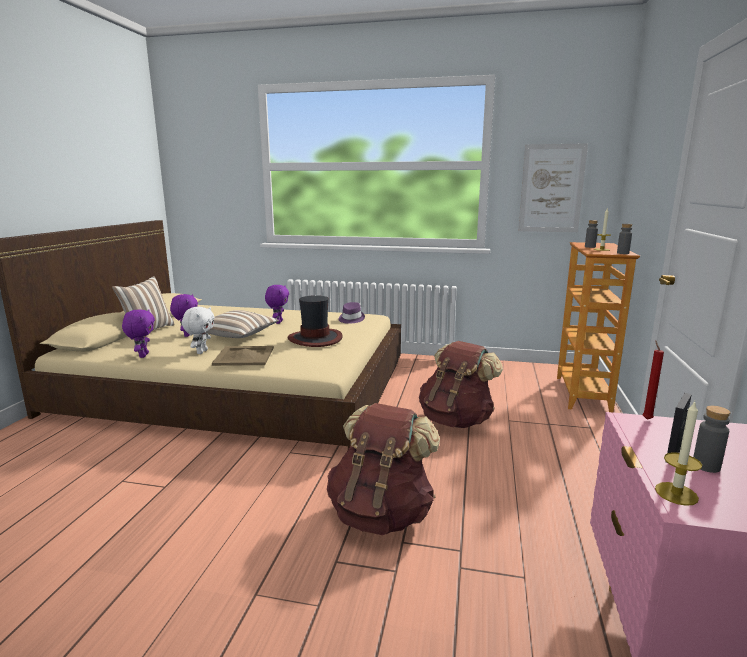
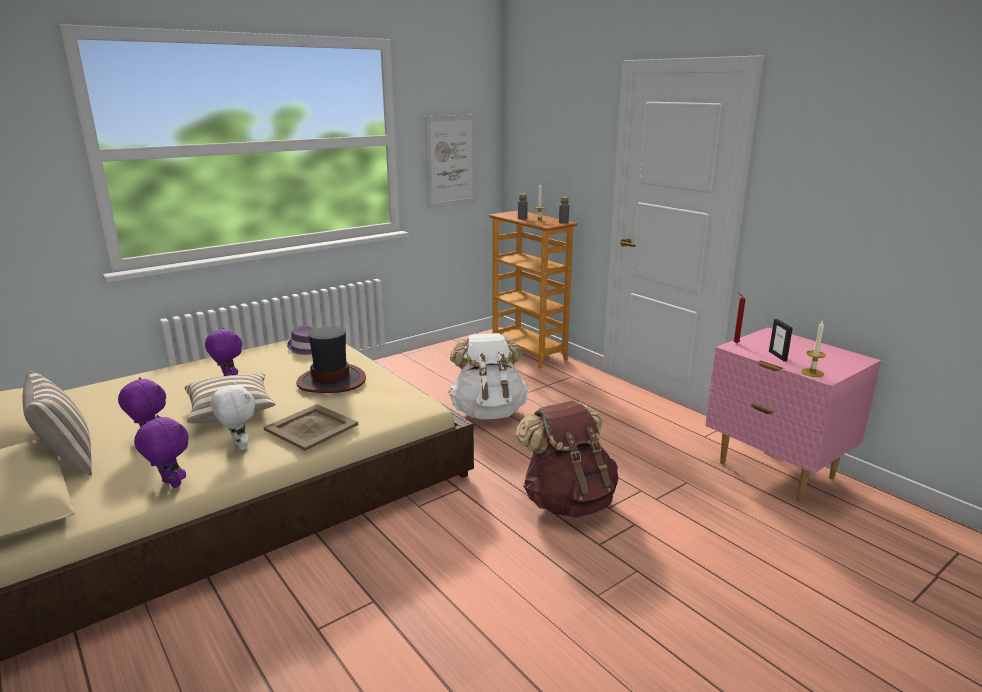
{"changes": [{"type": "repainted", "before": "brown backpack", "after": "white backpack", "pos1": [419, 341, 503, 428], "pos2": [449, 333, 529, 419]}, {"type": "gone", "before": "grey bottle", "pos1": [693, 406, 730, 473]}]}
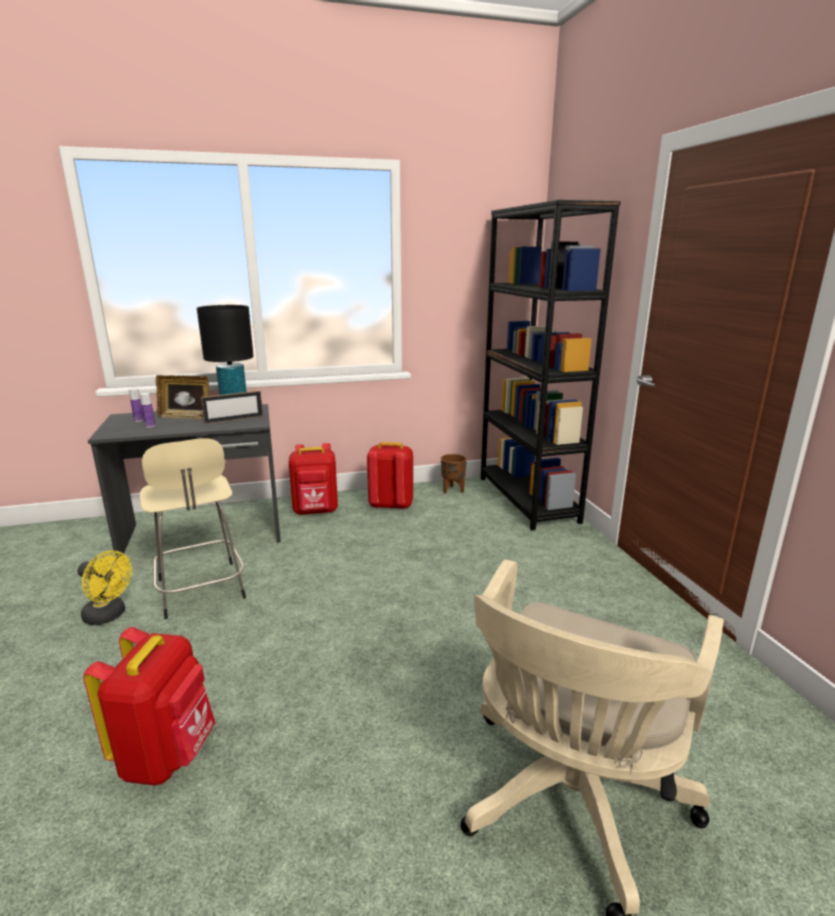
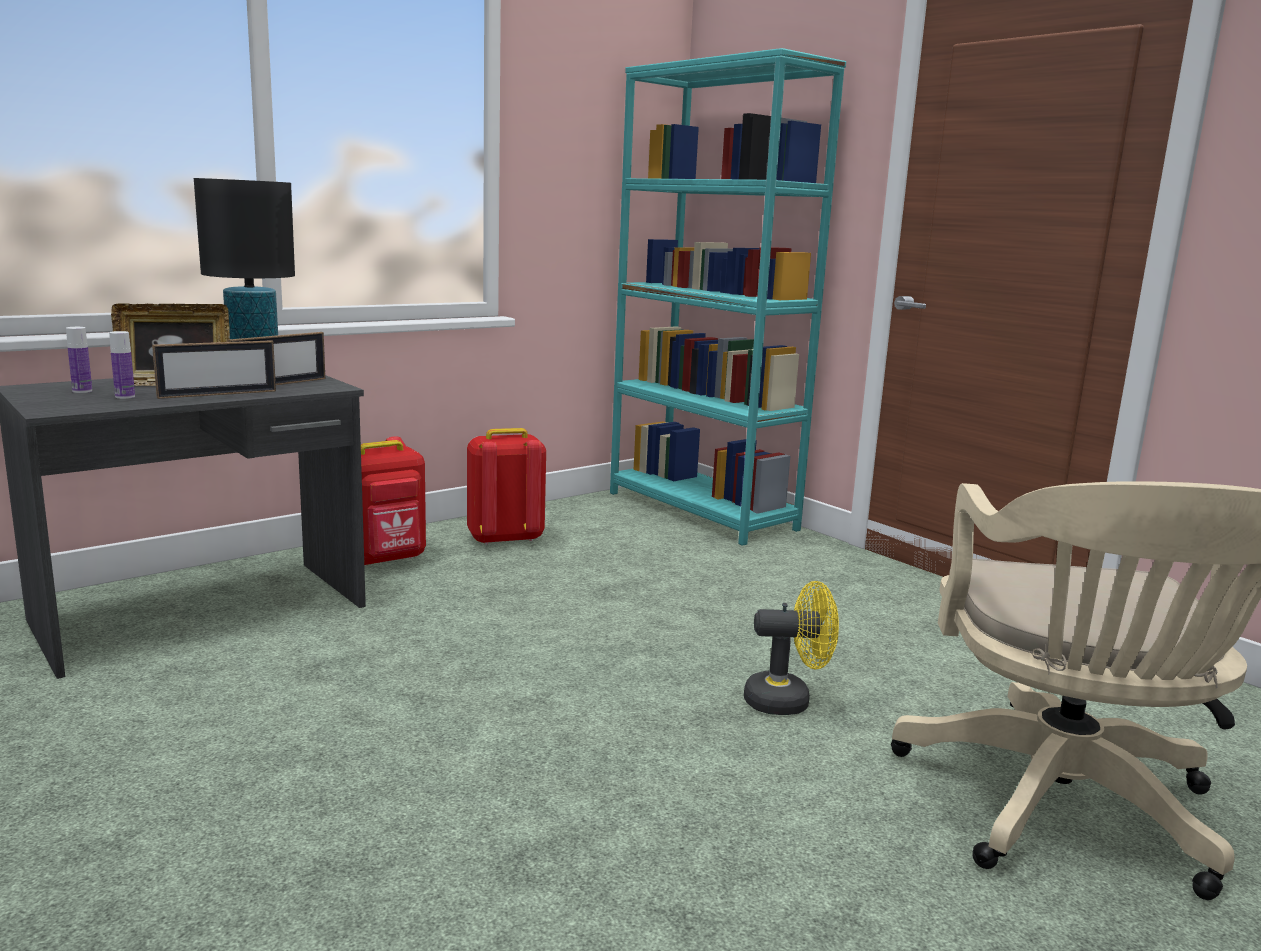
{"changes": [{"type": "shifted", "before": "yellow fan", "pos1": [78, 551, 132, 625], "pos2": [744, 581, 839, 715]}, {"type": "gone", "before": "red backpack", "pos1": [83, 627, 215, 786]}, {"type": "gone", "before": "beige stool", "pos1": [140, 438, 246, 619]}, {"type": "gone", "before": "brown planter", "pos1": [441, 454, 467, 494]}, {"type": "repainted", "before": "black bookcase", "after": "turquoise bookcase", "pos1": [481, 200, 621, 531], "pos2": [610, 48, 846, 546]}, {"type": "new", "after": "picture frame", "pos2": [152, 340, 276, 399]}]}
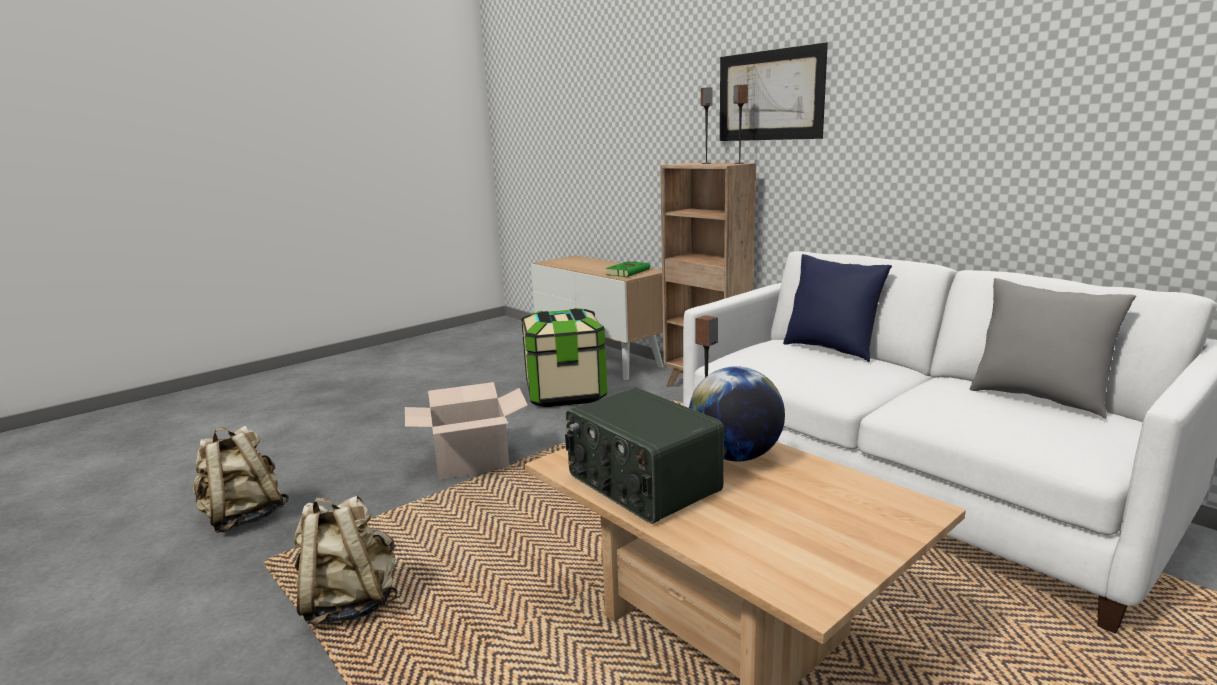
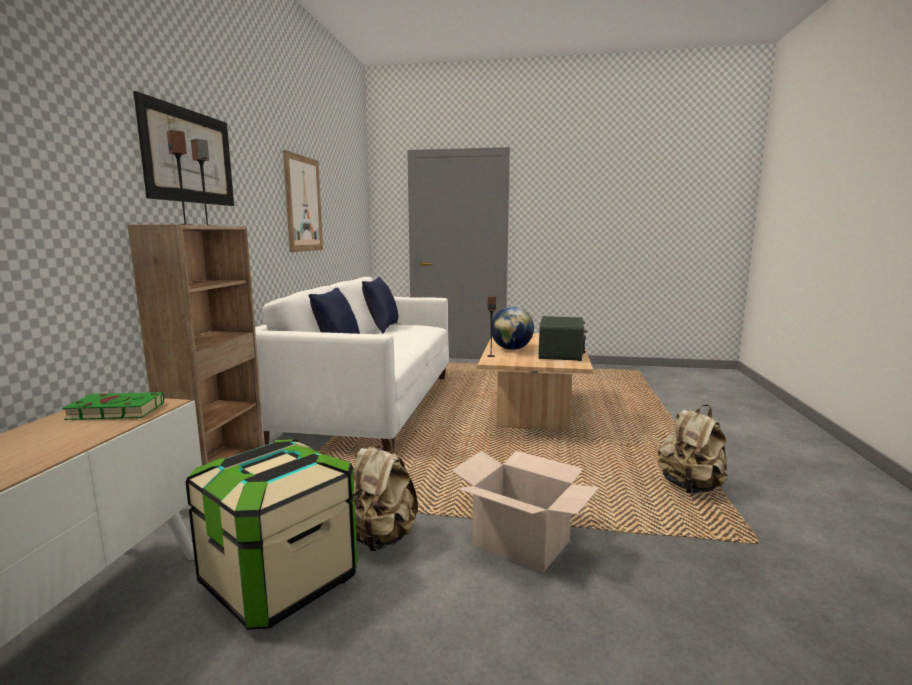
{"changes": [{"type": "shifted", "before": "beige backpack", "pos1": [193, 425, 289, 533], "pos2": [353, 438, 418, 551]}, {"type": "repainted", "before": "grey pillow", "after": "blue pillow", "pos1": [970, 278, 1136, 419], "pos2": [362, 277, 398, 334]}, {"type": "new", "after": "picture", "pos2": [283, 150, 323, 252]}]}
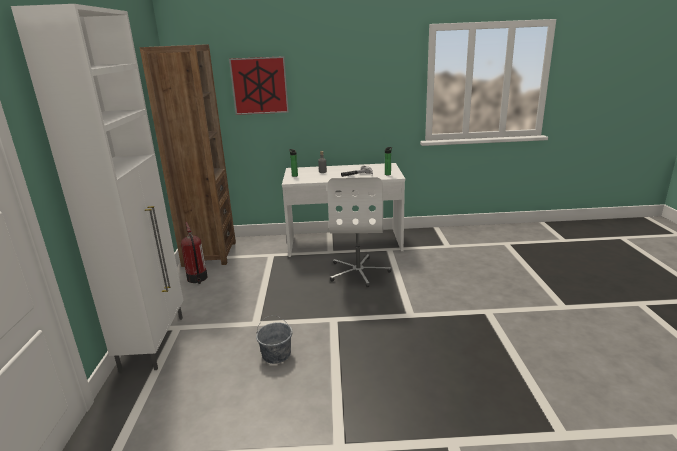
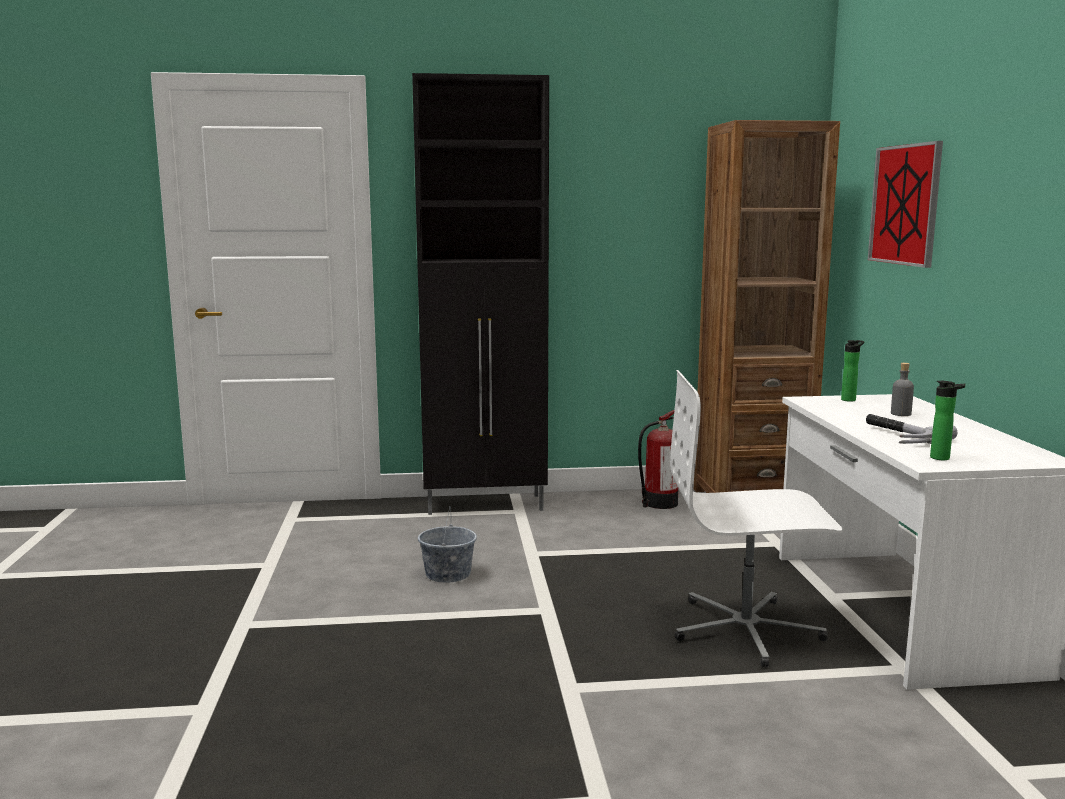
{"changes": [{"type": "repainted", "before": "white cabinet", "after": "black cabinet", "pos1": [11, 4, 183, 372], "pos2": [412, 73, 549, 515]}]}
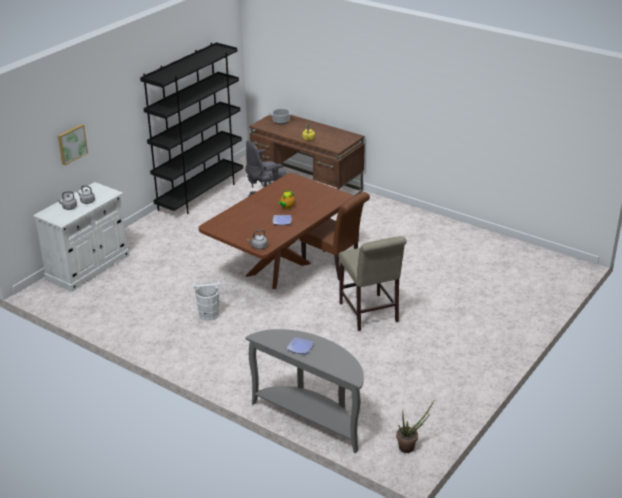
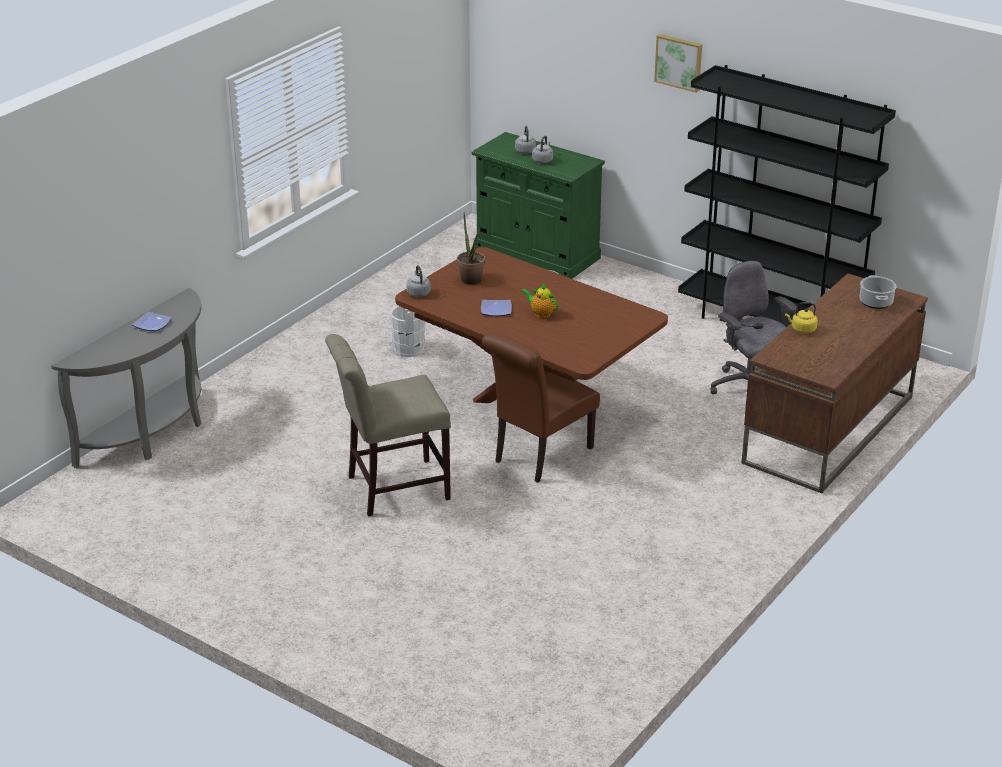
{"changes": [{"type": "repainted", "before": "white cabinet", "after": "green cabinet", "pos1": [33, 182, 129, 292], "pos2": [472, 132, 605, 279]}, {"type": "shifted", "before": "picture", "pos1": [58, 124, 88, 165], "pos2": [654, 34, 702, 93]}, {"type": "shifted", "before": "potted plant", "pos1": [396, 401, 434, 453], "pos2": [457, 214, 485, 285]}]}
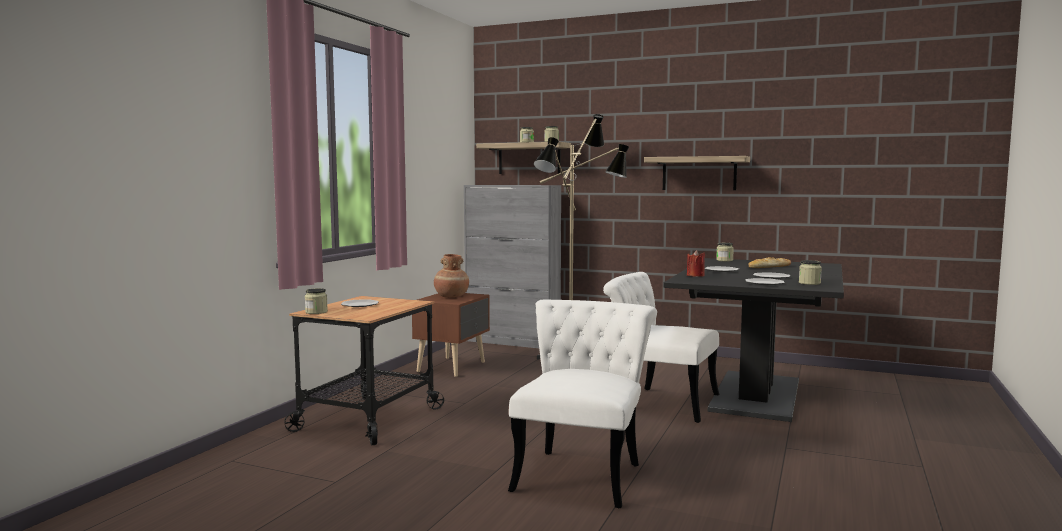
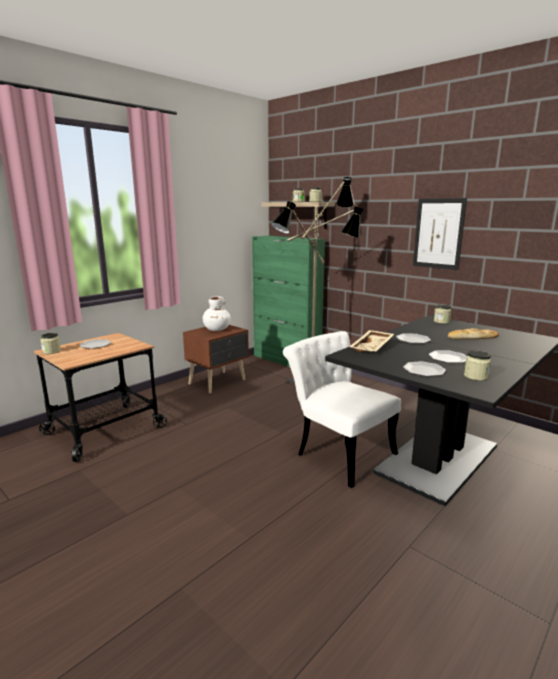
{"changes": [{"type": "repainted", "before": "brown vase", "after": "white vase", "pos1": [434, 254, 469, 298], "pos2": [203, 296, 231, 331]}, {"type": "repainted", "before": "grey cabinet", "after": "green cabinet", "pos1": [464, 185, 561, 348], "pos2": [252, 236, 325, 367]}, {"type": "gone", "before": "white chair", "pos1": [508, 299, 657, 508]}, {"type": "swapped", "before": "shelf", "after": "picture", "pos1": [644, 156, 750, 190], "pos2": [413, 198, 467, 270]}, {"type": "swapped", "before": "red candle", "after": "beige tray", "pos1": [687, 250, 705, 277], "pos2": [350, 330, 394, 352]}]}
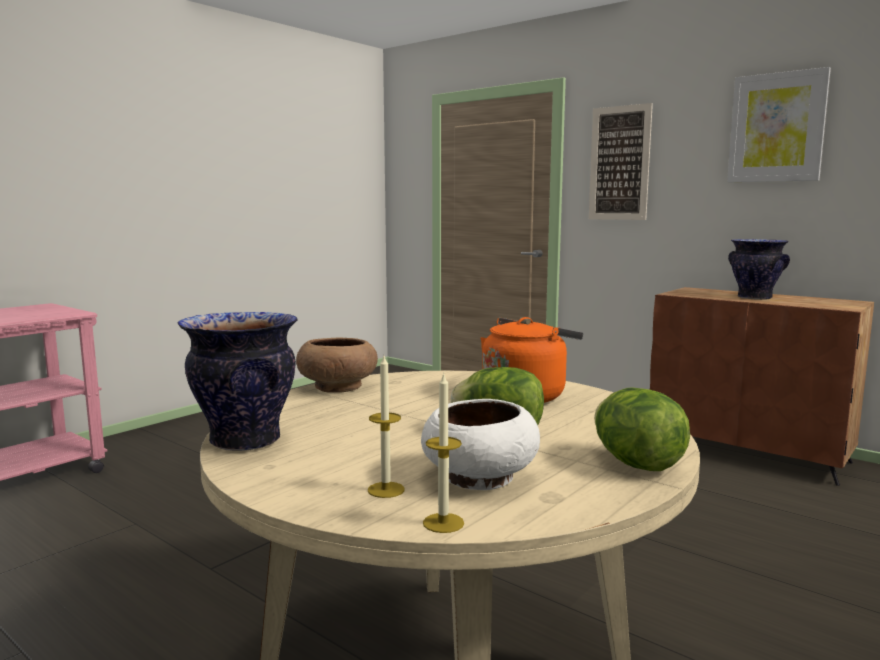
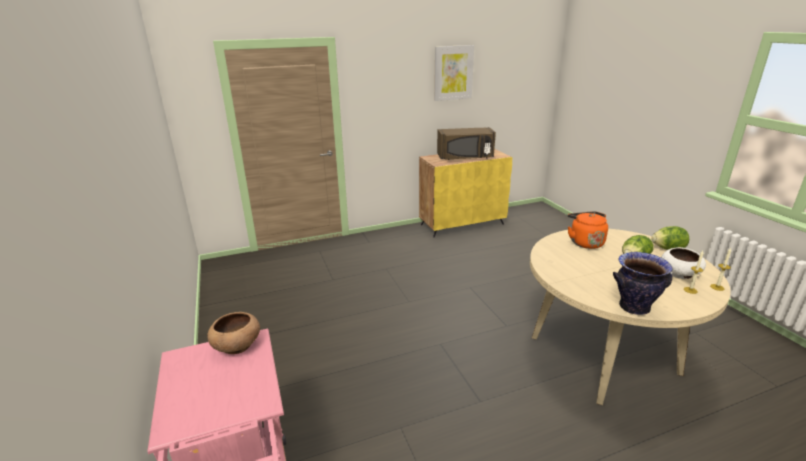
{"changes": [{"type": "shifted", "before": "brown bowl", "pos1": [296, 338, 378, 393], "pos2": [207, 312, 260, 354]}, {"type": "gone", "before": "picture", "pos1": [589, 103, 653, 220]}, {"type": "repainted", "before": "brown cabinet", "after": "yellow cabinet", "pos1": [650, 287, 874, 486], "pos2": [419, 149, 512, 238]}, {"type": "swapped", "before": "vase", "after": "brown microwave", "pos1": [728, 239, 790, 300], "pos2": [437, 127, 496, 160]}]}
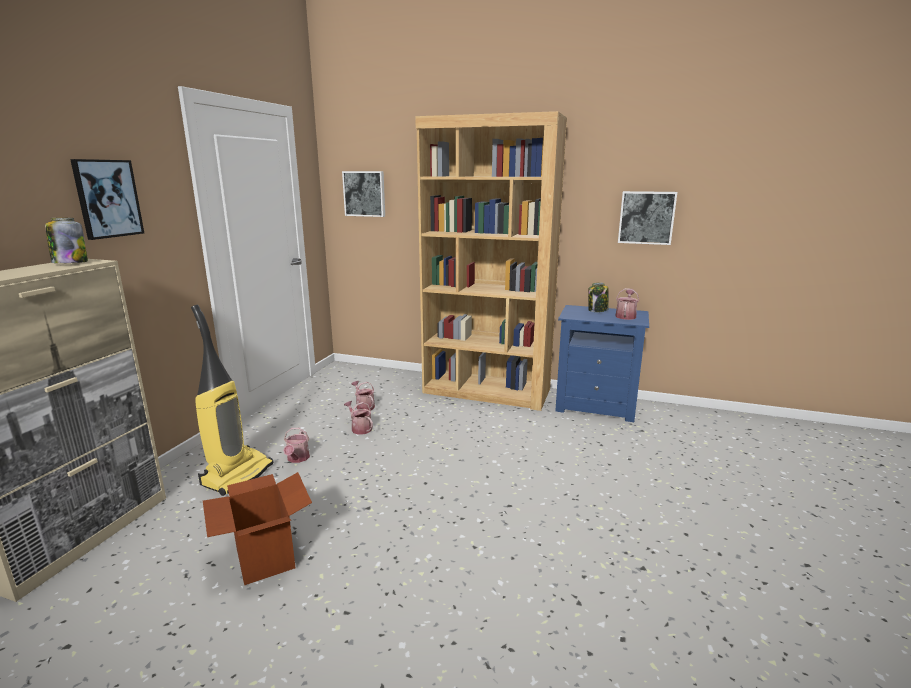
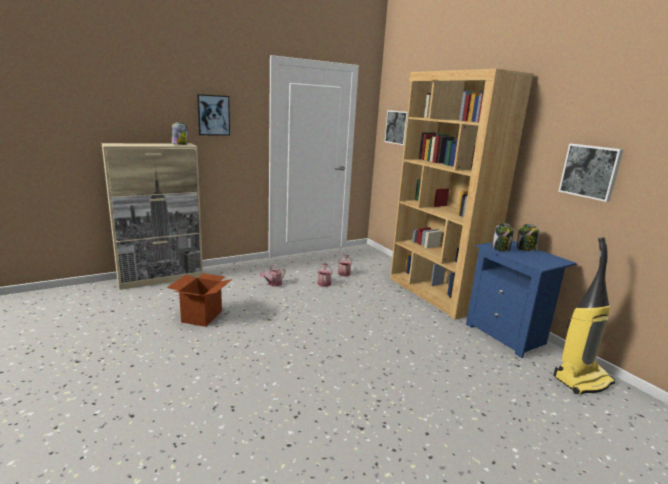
{"changes": [{"type": "shifted", "before": "vacuum cleaner", "pos1": [191, 305, 274, 496], "pos2": [553, 237, 615, 394]}, {"type": "gone", "before": "watering can", "pos1": [616, 288, 639, 320]}, {"type": "new", "after": "jar", "pos2": [492, 223, 514, 252]}]}
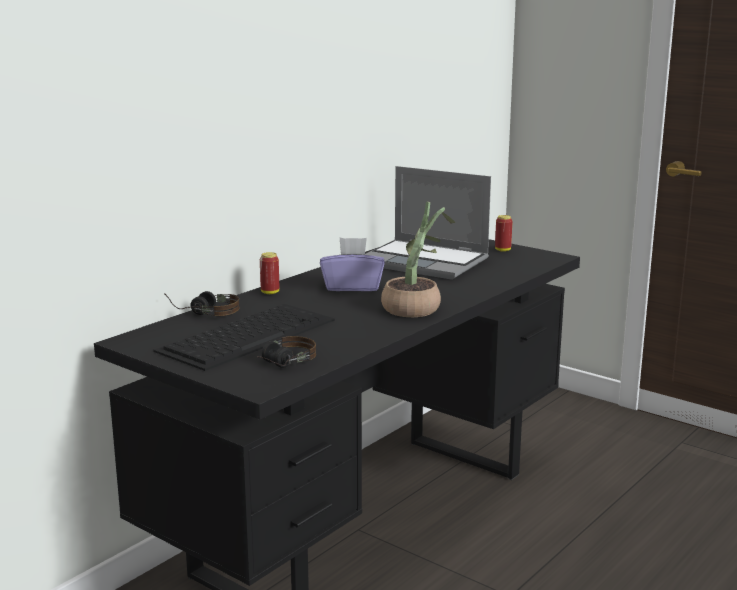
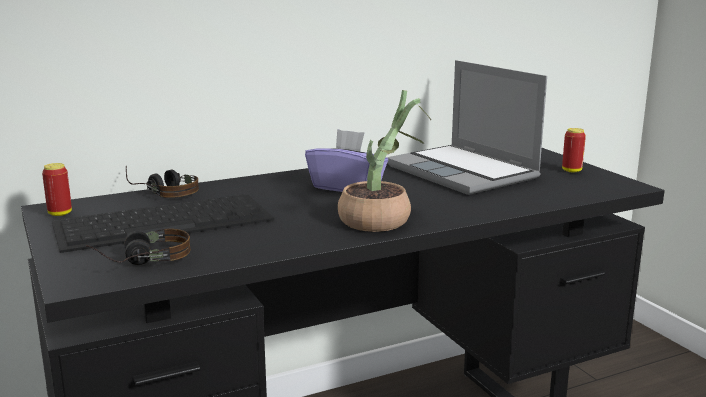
{"changes": [{"type": "shifted", "before": "can", "pos1": [260, 252, 279, 294], "pos2": [42, 163, 72, 216]}]}
